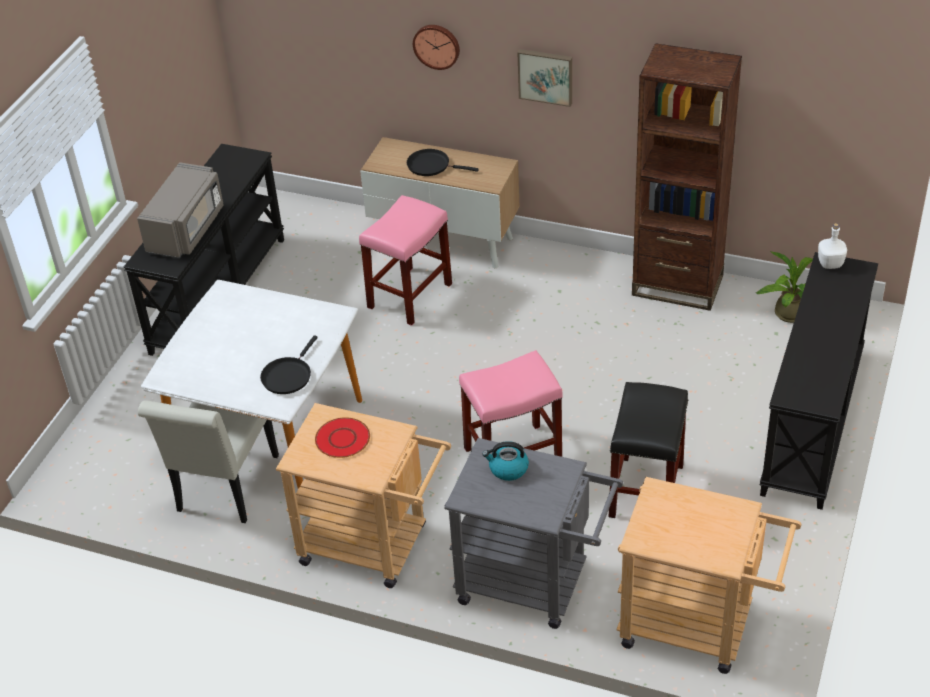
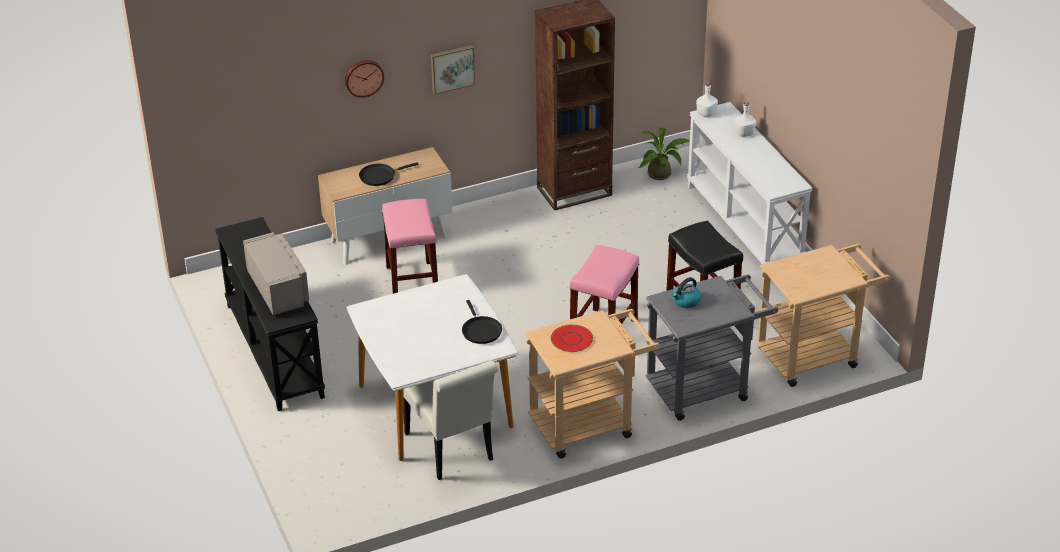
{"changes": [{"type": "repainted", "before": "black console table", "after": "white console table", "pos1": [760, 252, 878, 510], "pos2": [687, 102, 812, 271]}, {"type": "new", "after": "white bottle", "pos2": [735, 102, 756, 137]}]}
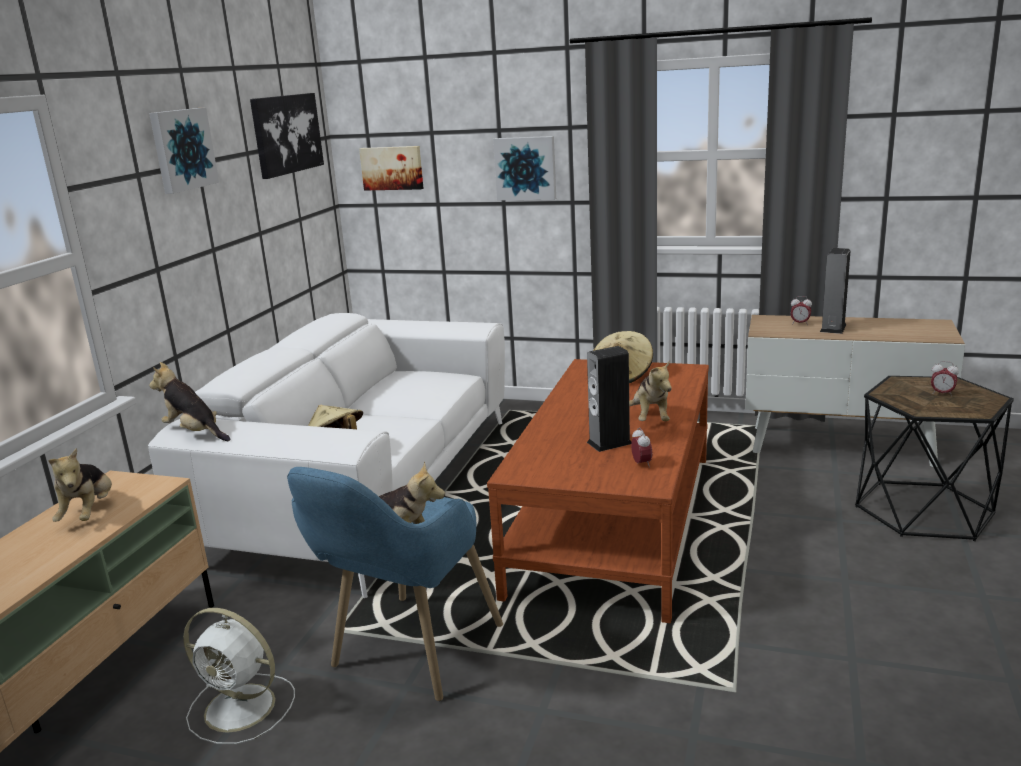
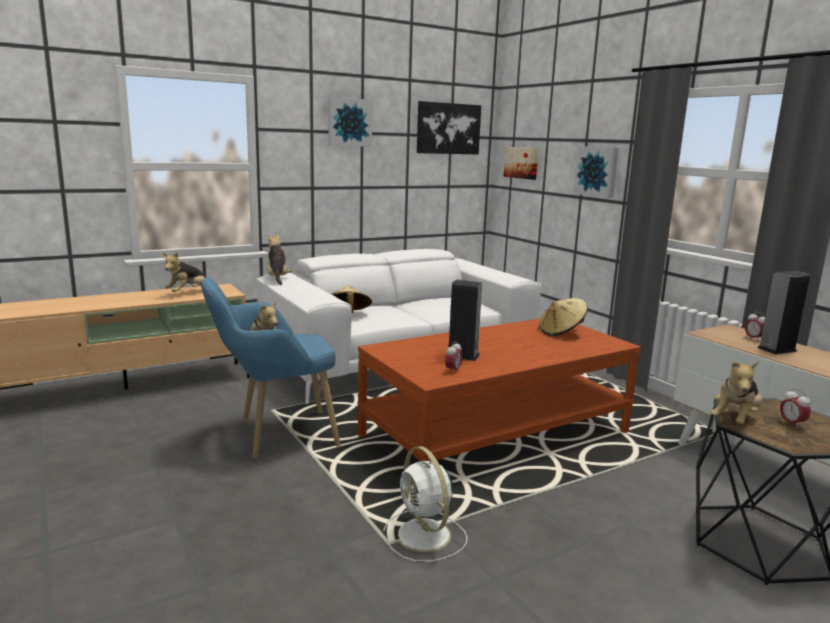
{"changes": [{"type": "shifted", "before": "white fan", "pos1": [183, 608, 295, 744], "pos2": [383, 446, 468, 562]}, {"type": "shifted", "before": "plush toy", "pos1": [629, 360, 672, 421], "pos2": [711, 361, 762, 425]}]}
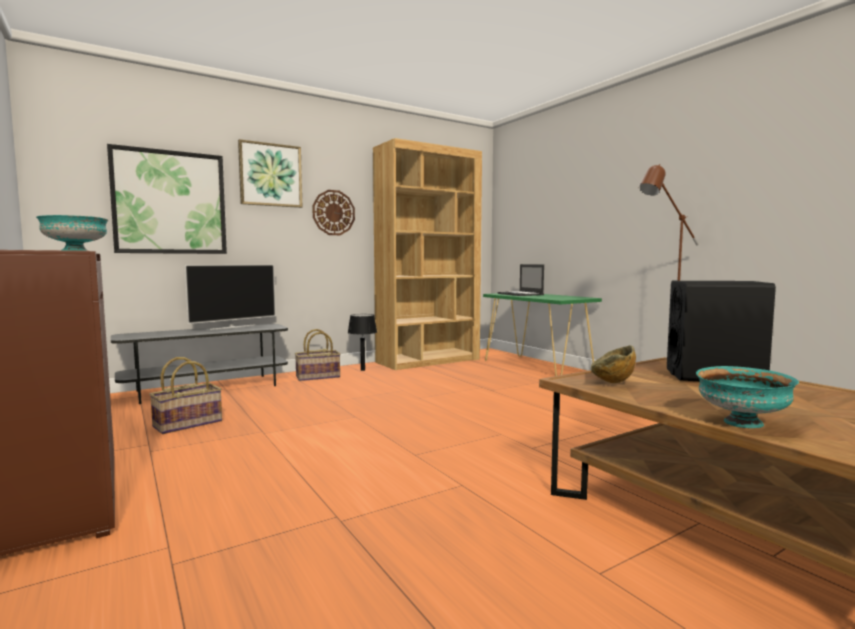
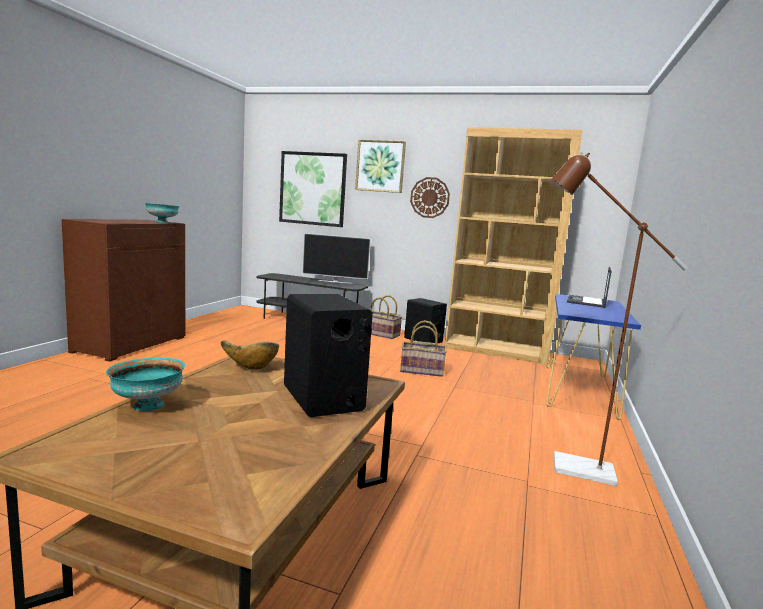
{"changes": [{"type": "shifted", "before": "basket", "pos1": [149, 357, 222, 434], "pos2": [400, 320, 446, 377]}, {"type": "swapped", "before": "black table lamp", "after": "black speaker", "pos1": [348, 314, 377, 371], "pos2": [404, 298, 447, 343]}, {"type": "repainted", "before": "green console table", "after": "blue console table", "pos1": [483, 293, 602, 376], "pos2": [546, 294, 641, 420]}]}
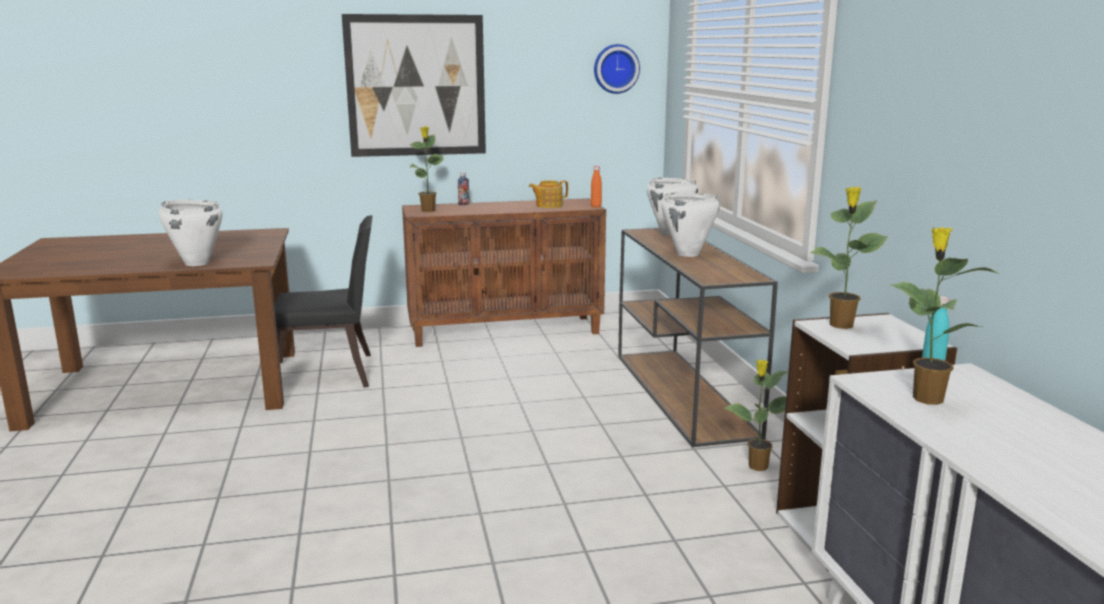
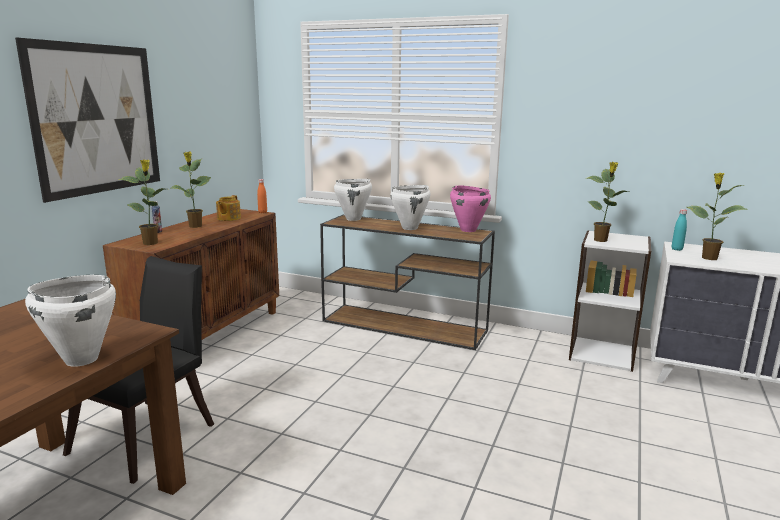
{"changes": [{"type": "gone", "before": "wall clock", "pos1": [594, 44, 640, 94]}, {"type": "shifted", "before": "potted plant", "pos1": [724, 360, 788, 471], "pos2": [171, 152, 211, 228]}, {"type": "new", "after": "pink cooking pot", "pos2": [450, 186, 491, 232]}]}
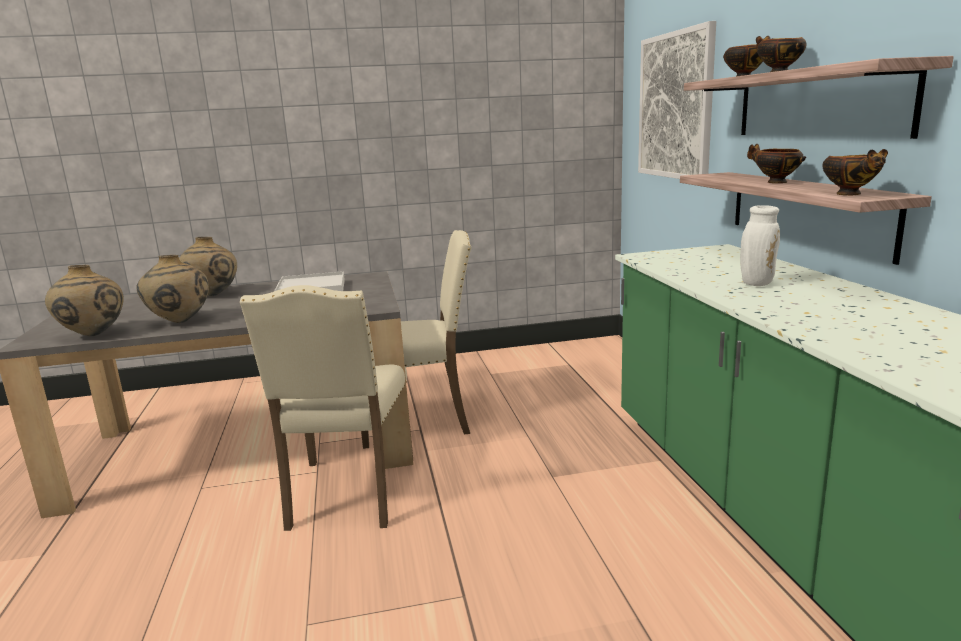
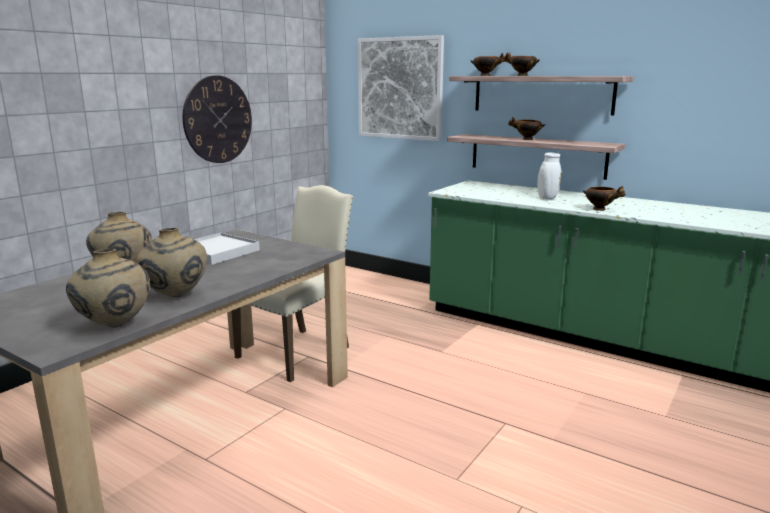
{"changes": [{"type": "gone", "before": "beige chair", "pos1": [240, 285, 413, 531]}, {"type": "shifted", "before": "bowl", "pos1": [823, 149, 888, 195], "pos2": [583, 186, 625, 211]}, {"type": "new", "after": "wall clock", "pos2": [183, 75, 252, 163]}]}
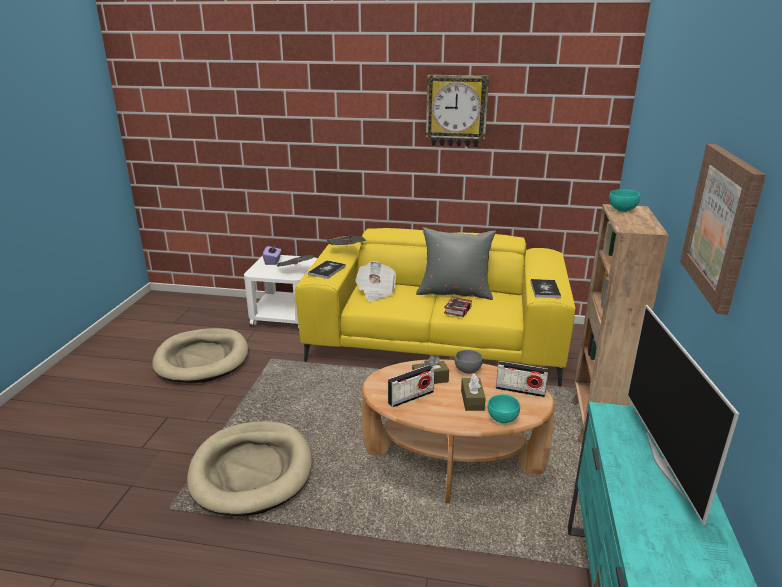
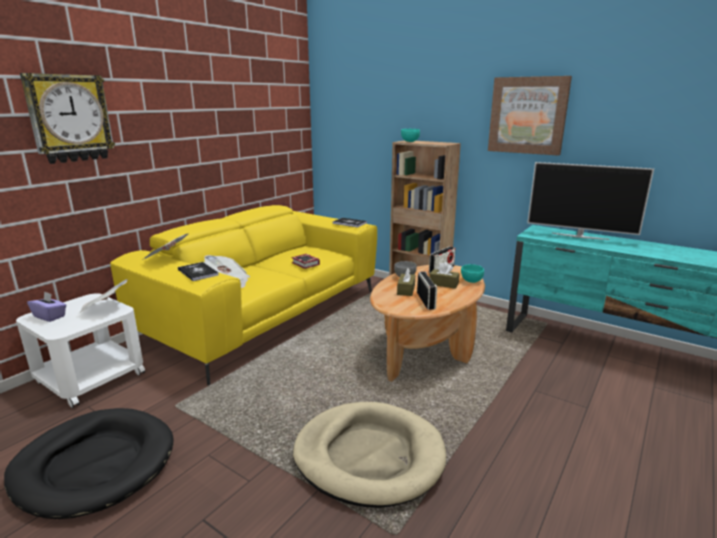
{"changes": [{"type": "repainted", "before": "beige dog bed", "after": "black dog bed", "pos1": [152, 328, 248, 383], "pos2": [4, 408, 174, 519]}, {"type": "gone", "before": "grey pillow", "pos1": [416, 227, 497, 300]}, {"type": "shifted", "before": "wall clock", "pos1": [426, 75, 489, 147], "pos2": [20, 73, 115, 164]}]}
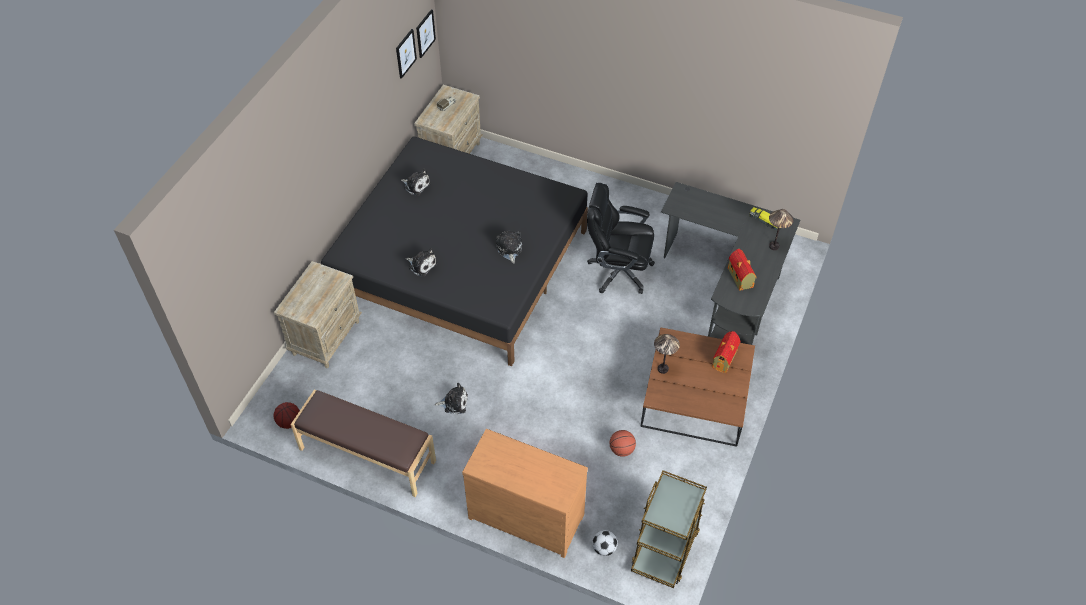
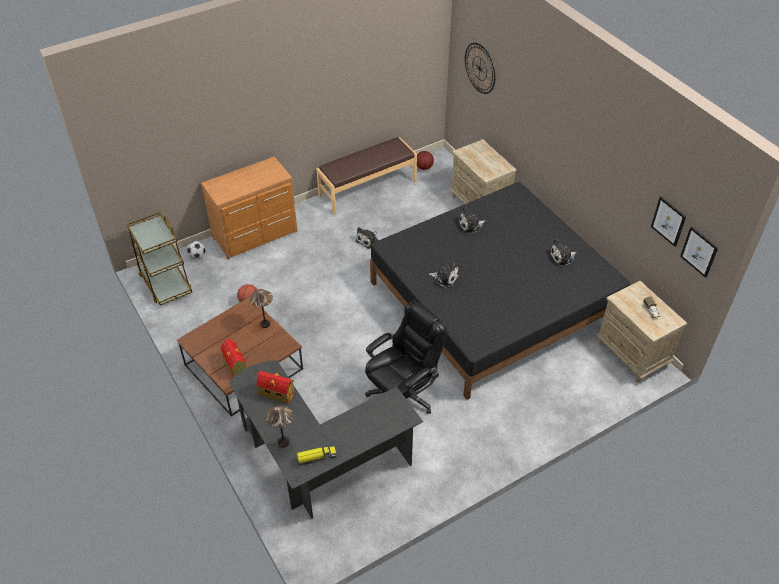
{"changes": [{"type": "new", "after": "wall clock", "pos2": [465, 43, 495, 94]}]}
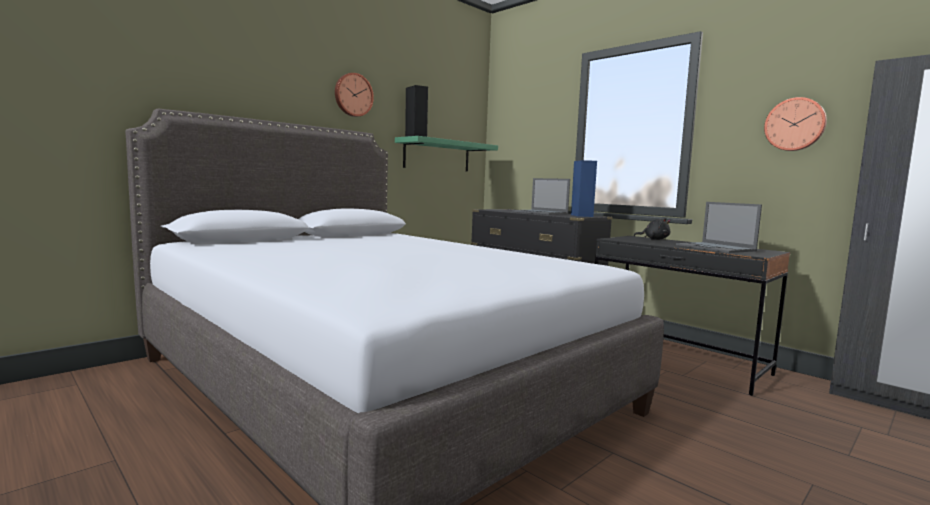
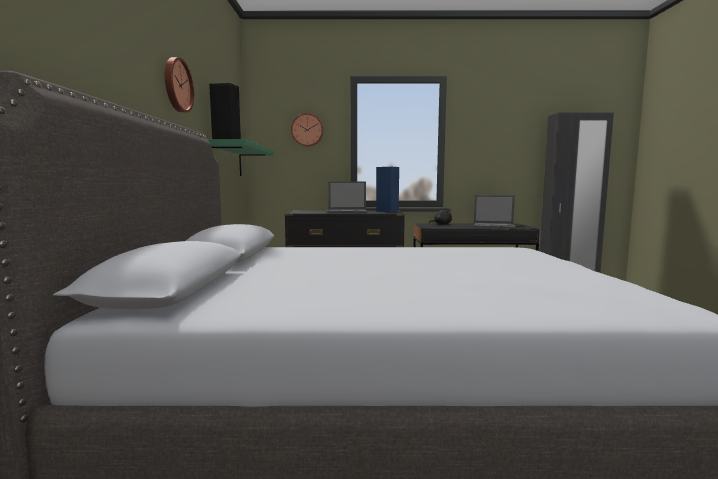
{"changes": [{"type": "shifted", "before": "wall clock", "pos1": [764, 97, 827, 151], "pos2": [291, 113, 323, 147]}]}
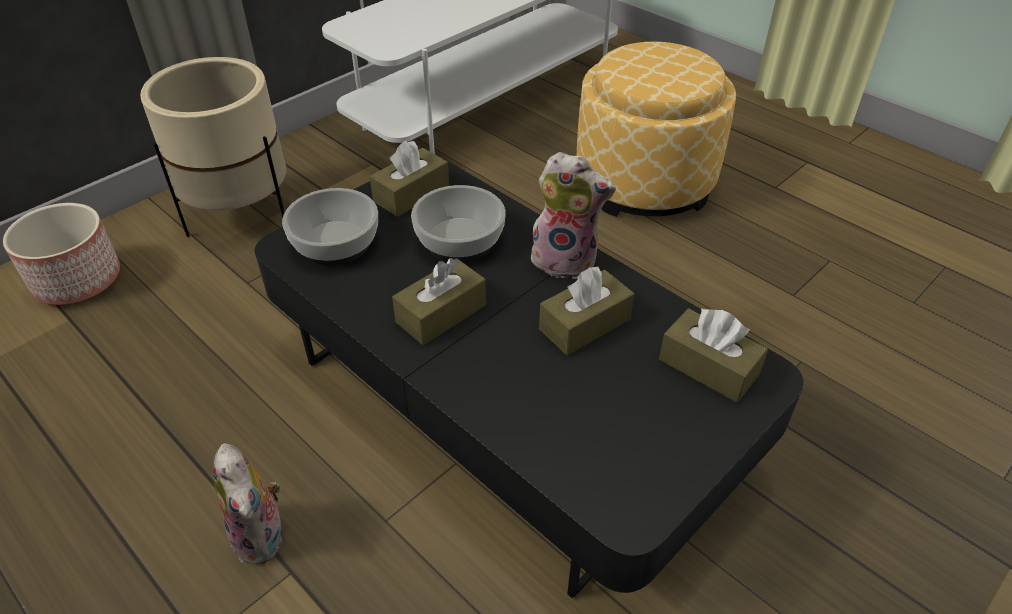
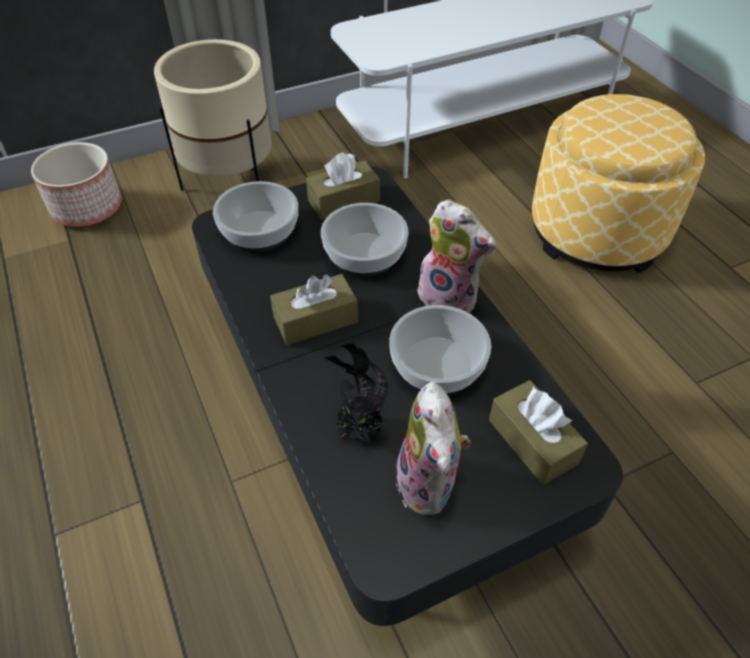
{"changes": [{"type": "shifted", "before": "plush toy", "pos1": [213, 443, 282, 564], "pos2": [396, 381, 471, 515]}, {"type": "swapped", "before": "brown tissue box", "after": "bowl", "pos1": [539, 267, 634, 355], "pos2": [389, 305, 491, 394]}, {"type": "new", "after": "potted plant", "pos2": [324, 343, 388, 445]}]}
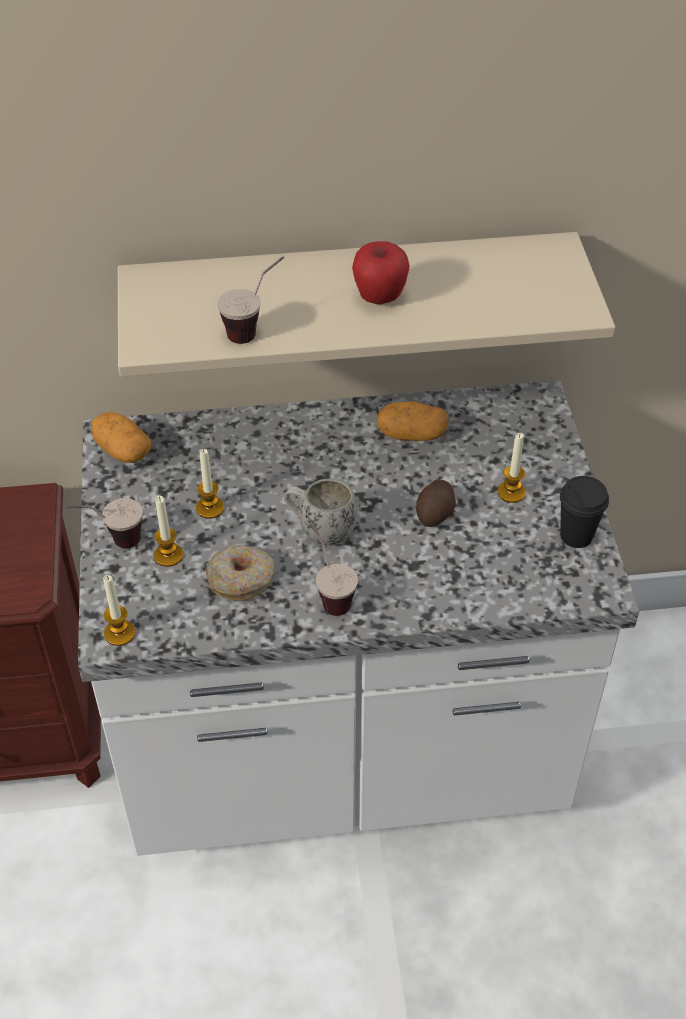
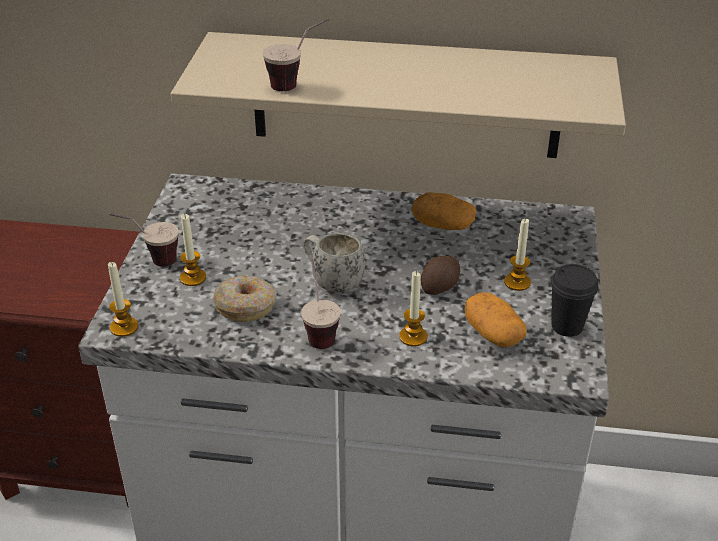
{"changes": [{"type": "shifted", "before": "potato", "pos1": [91, 412, 151, 463], "pos2": [465, 292, 527, 348]}, {"type": "shifted", "before": "candle", "pos1": [196, 449, 224, 519], "pos2": [399, 271, 428, 347]}, {"type": "gone", "before": "apple", "pos1": [352, 241, 410, 304]}]}
